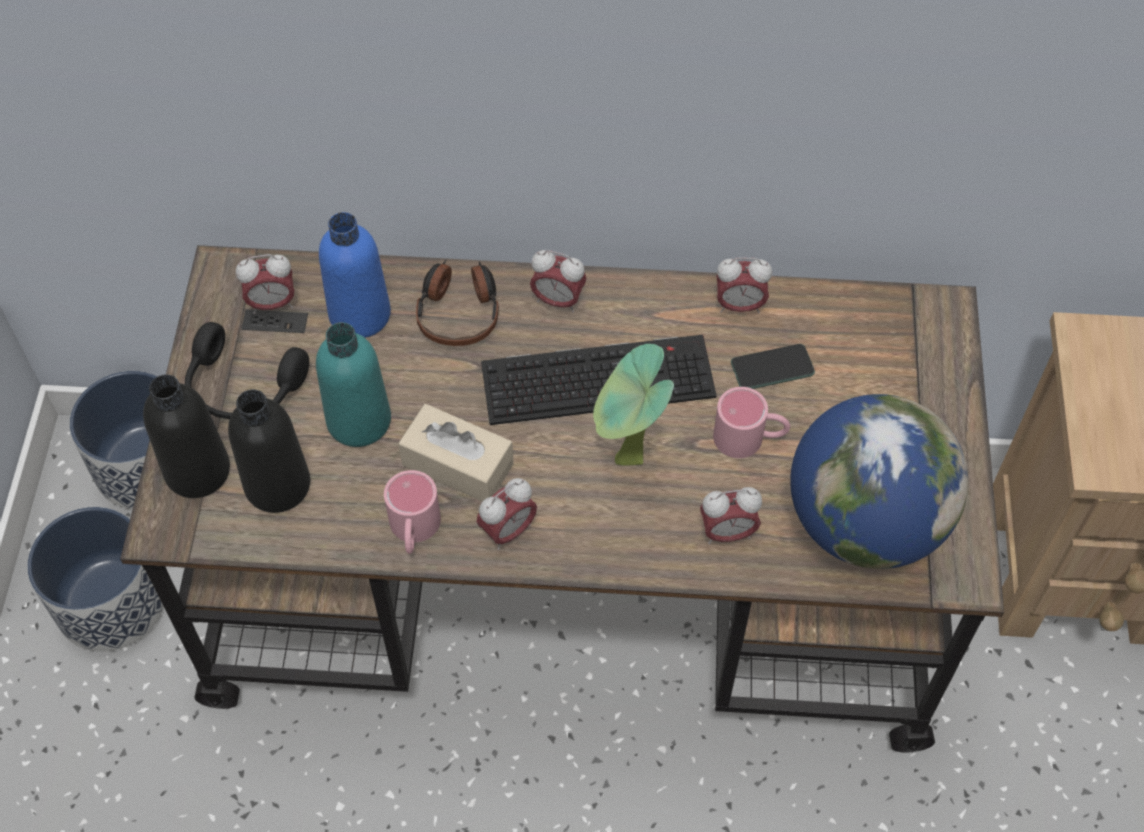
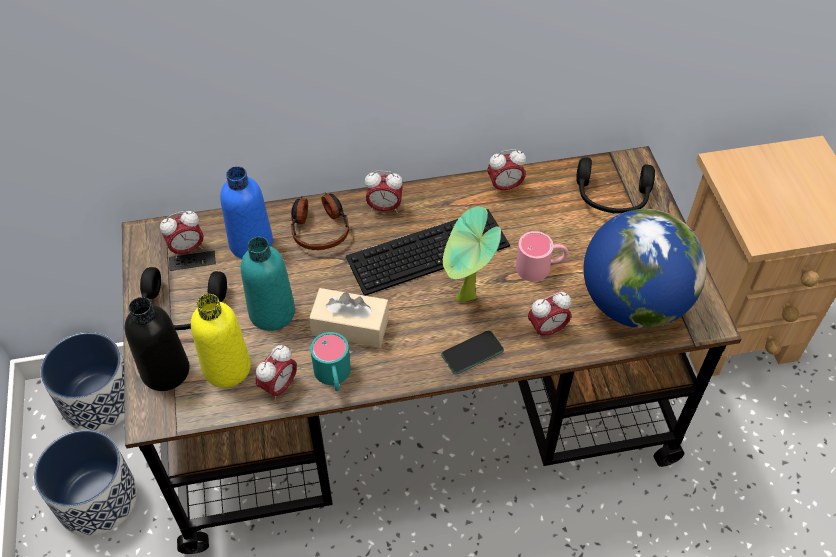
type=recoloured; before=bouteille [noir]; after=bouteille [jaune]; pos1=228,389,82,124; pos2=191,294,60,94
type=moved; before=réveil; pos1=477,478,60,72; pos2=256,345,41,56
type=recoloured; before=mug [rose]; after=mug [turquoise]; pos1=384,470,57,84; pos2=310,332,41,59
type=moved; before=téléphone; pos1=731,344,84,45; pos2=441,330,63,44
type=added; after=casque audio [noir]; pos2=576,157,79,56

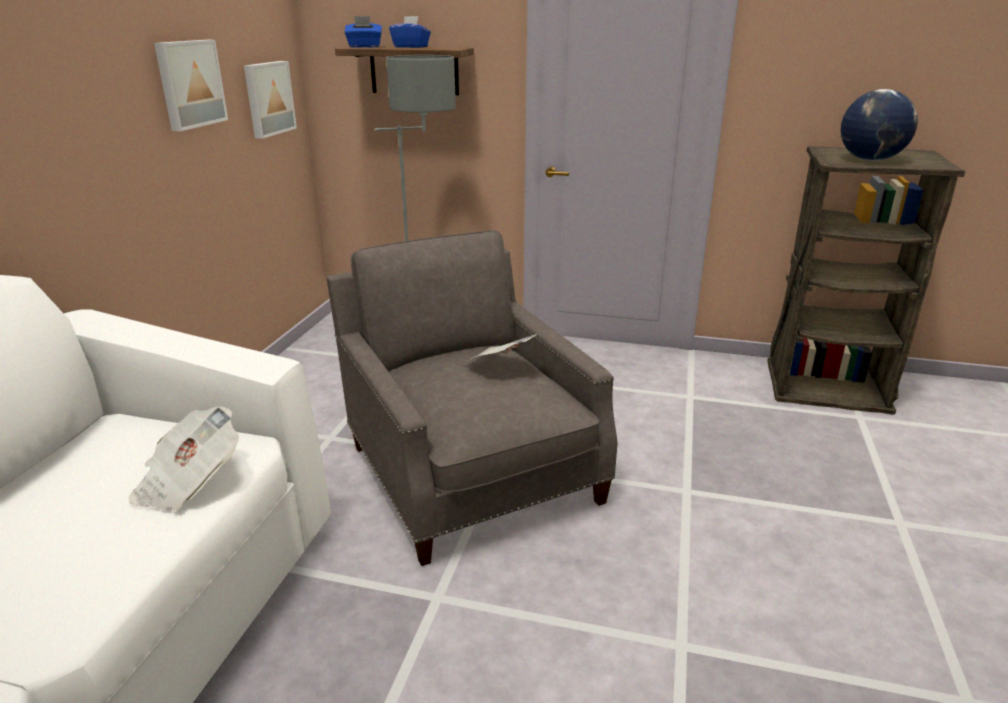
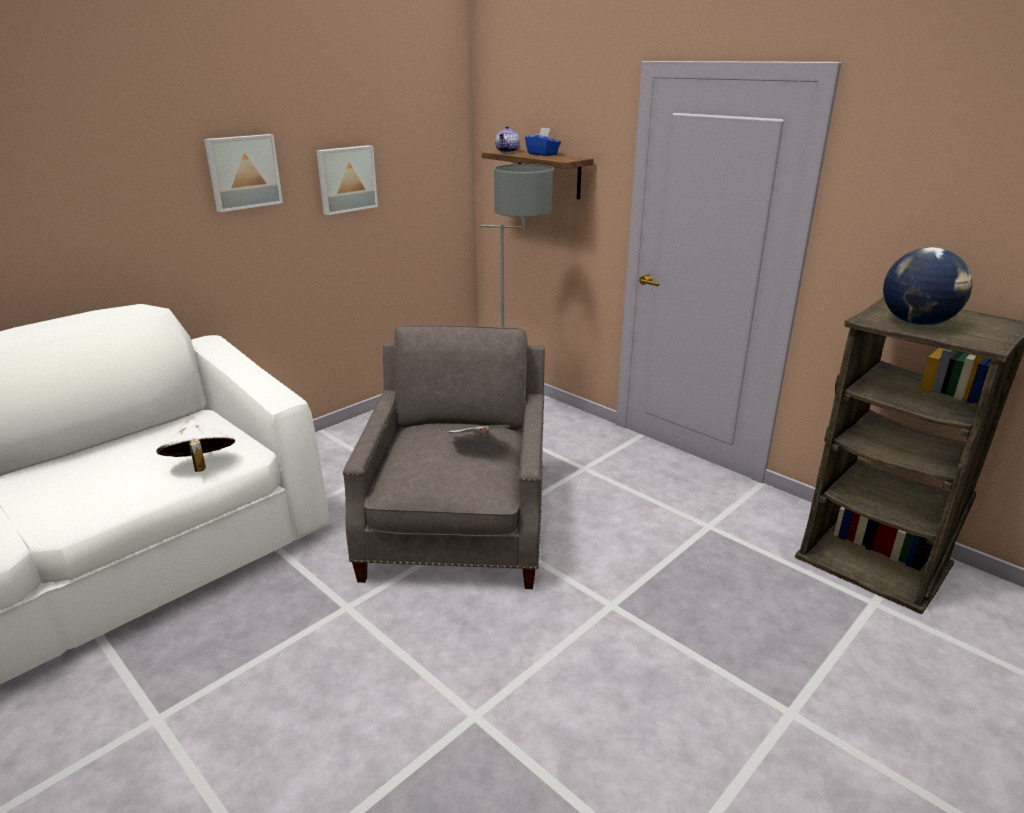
type=replaced; before=journal; after=chapeau [blanc]; pos1=128,406,111,105; pos2=157,419,78,53
type=moved; before=tableau; pos1=244,61,53,78; pos2=204,134,79,78
type=replaced; before=boîte à mouchoirs [bleu]; after=théière; pos1=345,16,37,32; pos2=495,126,25,27

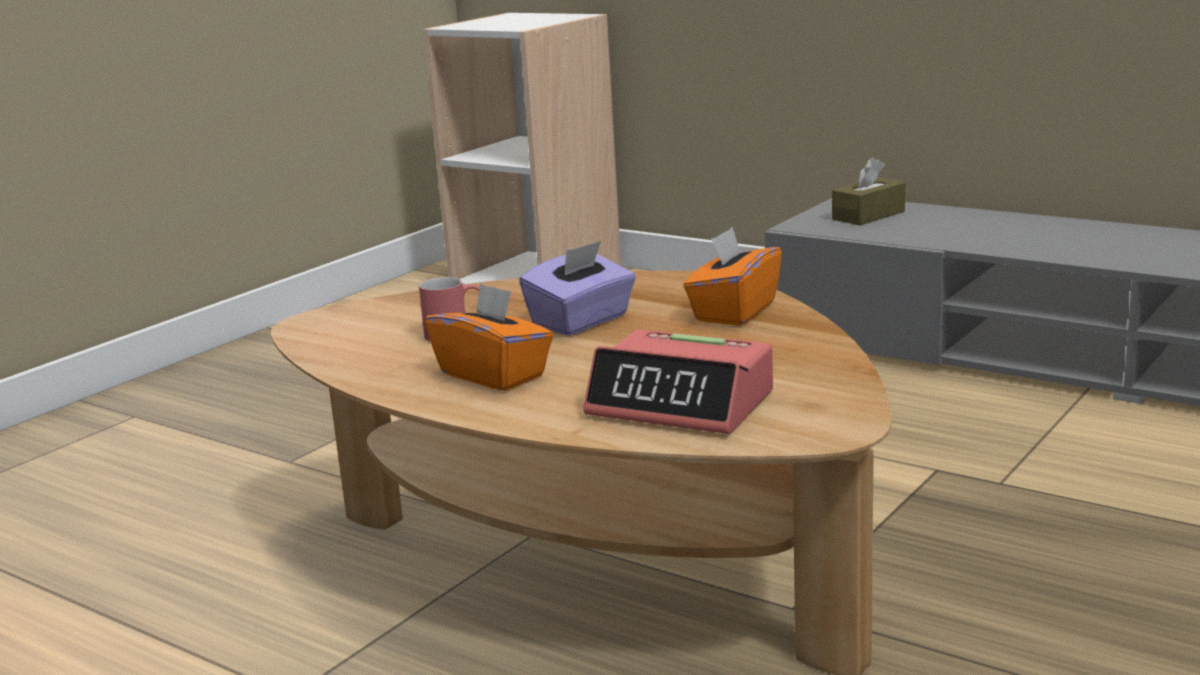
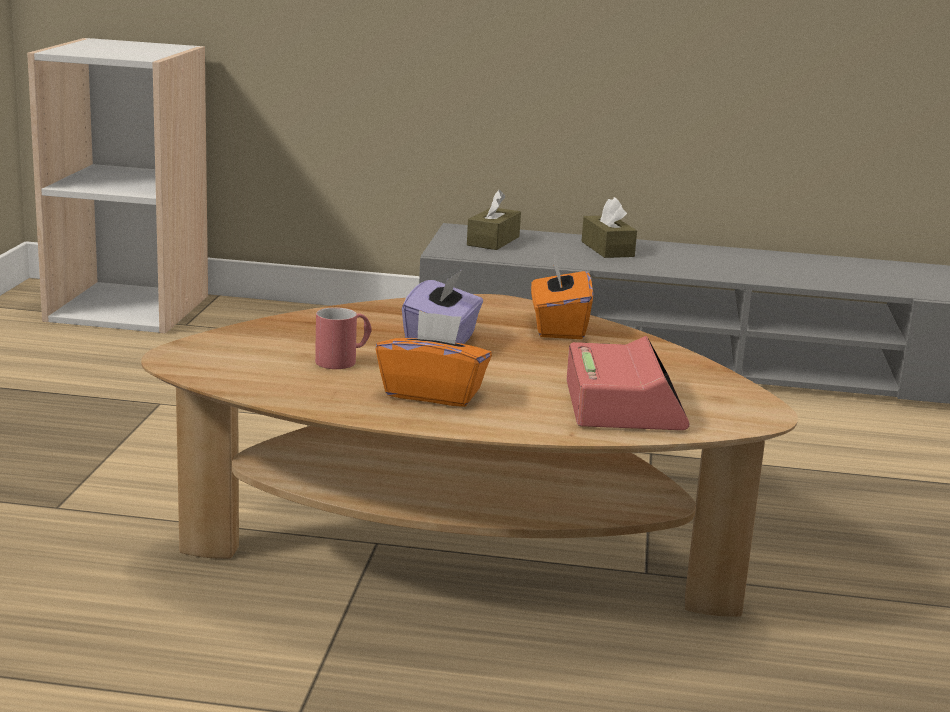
type=turned; before=réveil; pos1=583,329,190,105; pos2=567,336,123,94; turn=-90
type=added; after=boîte à mouchoirs [marron]; pos2=582,197,55,61

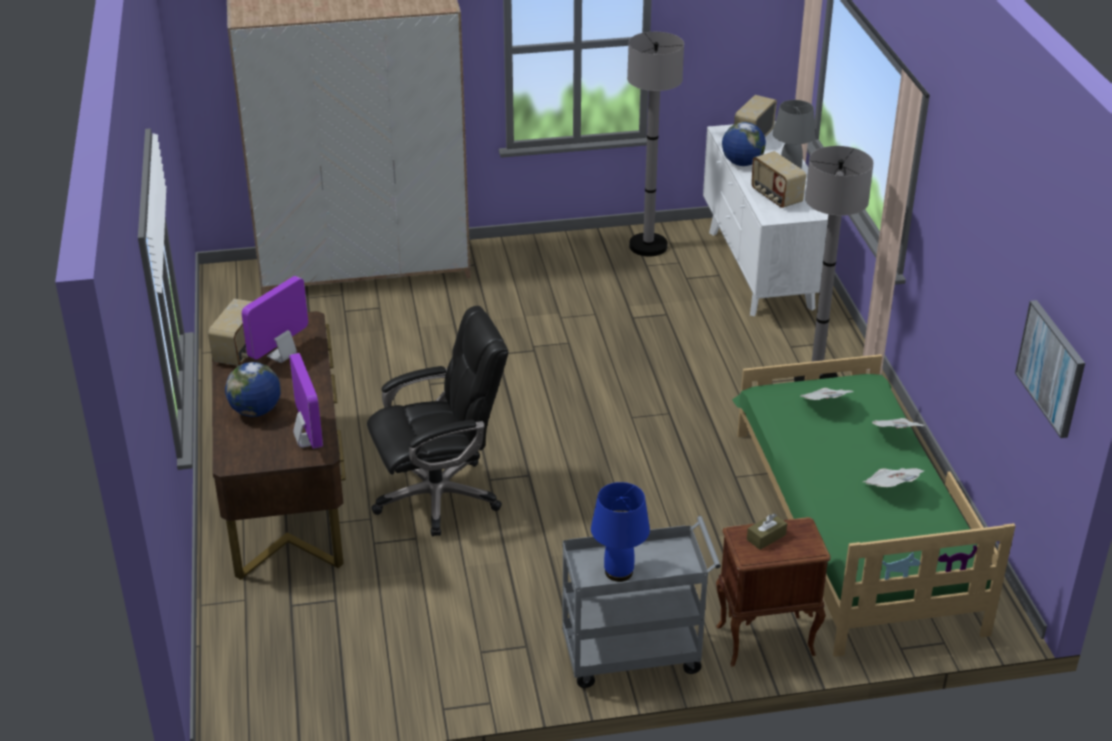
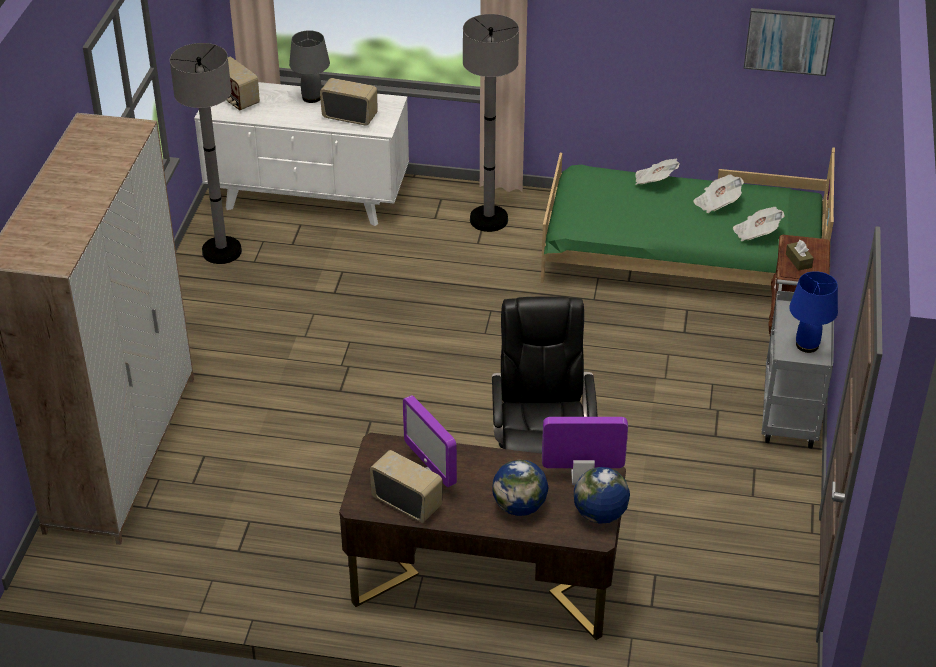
type=turned; before=radio; pos1=751,151,55,57; pos2=320,78,57,48; turn=-150
type=moved; before=globe; pos1=722,122,44,44; pos2=574,467,56,57
type=moved; before=journal; pos1=801,388,52,12; pos2=733,207,52,34

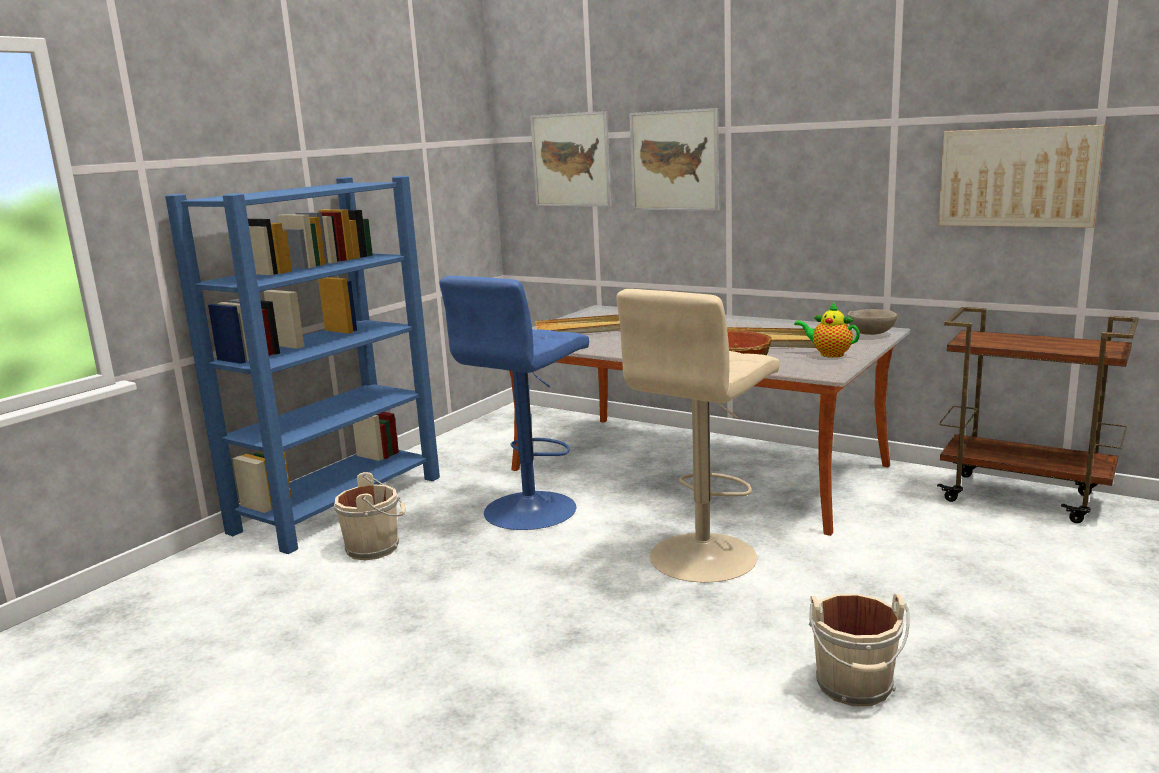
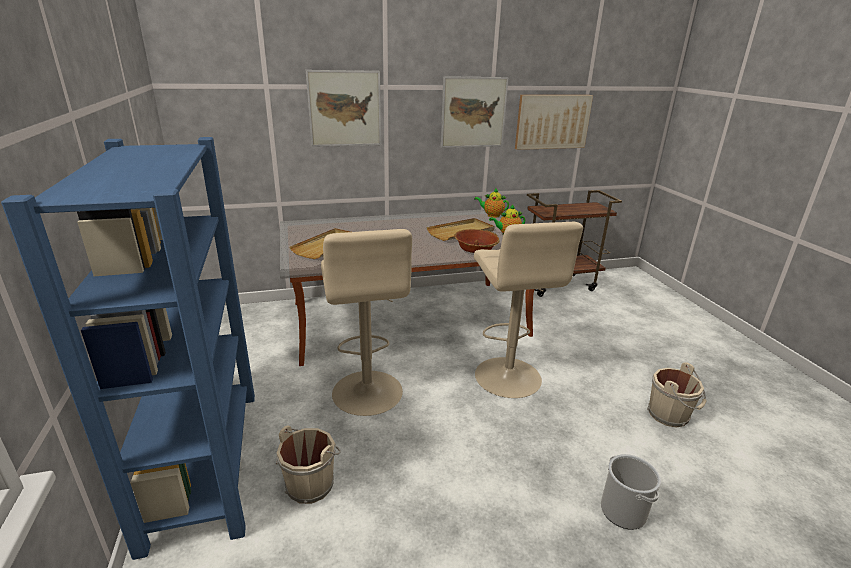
type=recoloured; before=tabouret [bleu]; after=tabouret [beige]; pos1=439,276,150,254; pos2=321,229,91,187
type=moved; before=tableau; pos1=530,111,82,96; pos2=441,76,68,72
type=replaced; before=bol [beige]; after=théière; pos1=847,309,50,26; pos2=474,188,35,30
type=added; after=seau; pos2=601,454,60,76

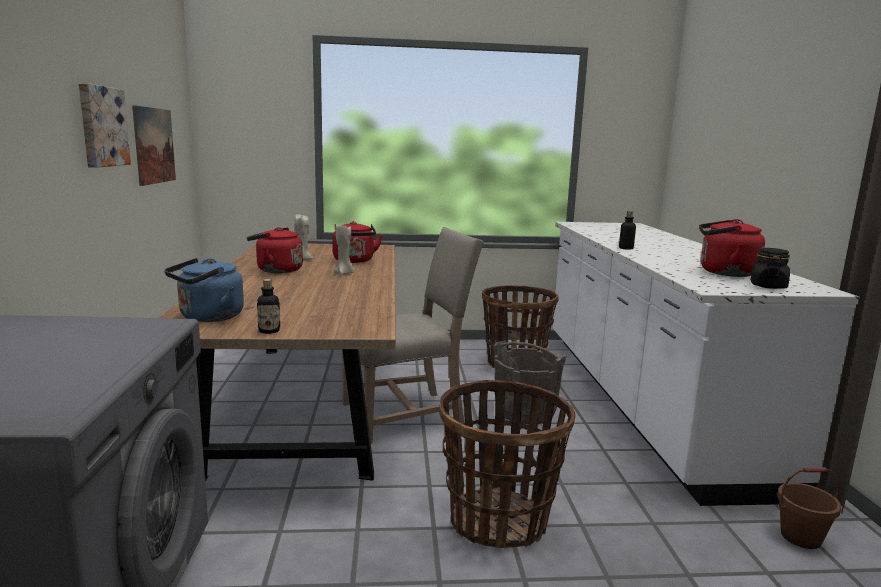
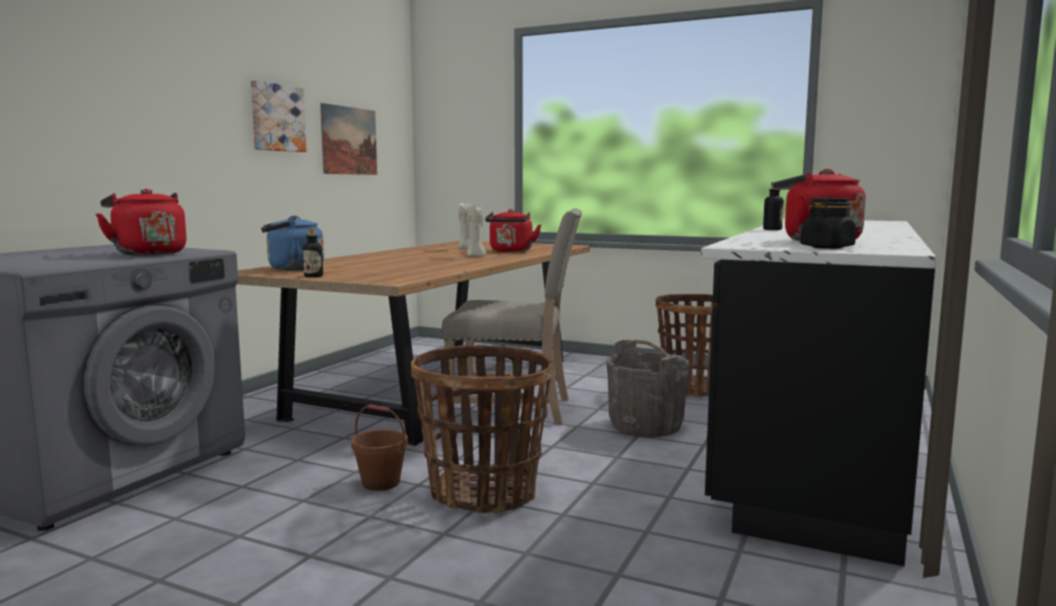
type=moved; before=bouilloire [rouge]; pos1=247,227,56,47; pos2=96,189,91,66
type=moved; before=seau [marron]; pos1=777,468,64,81; pos2=351,404,57,87
type=recoloured; before=comptoir de cuisine [blanc]; after=comptoir de cuisine [noir]; pos1=553,222,306,284; pos2=701,219,235,347

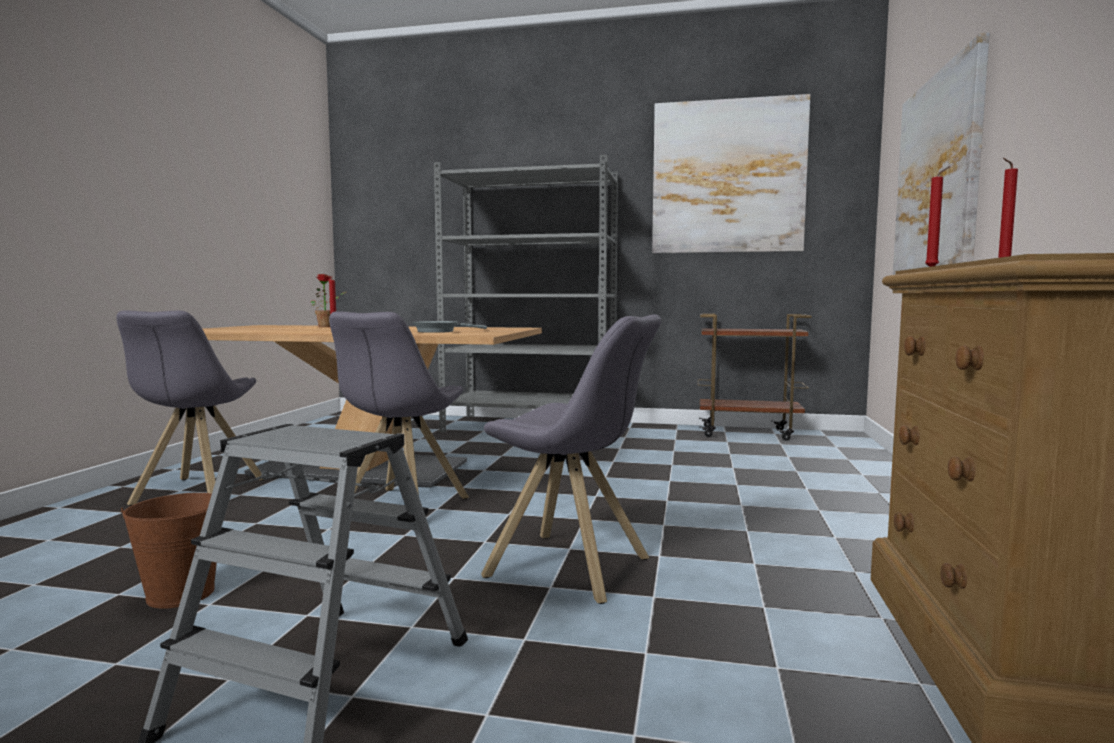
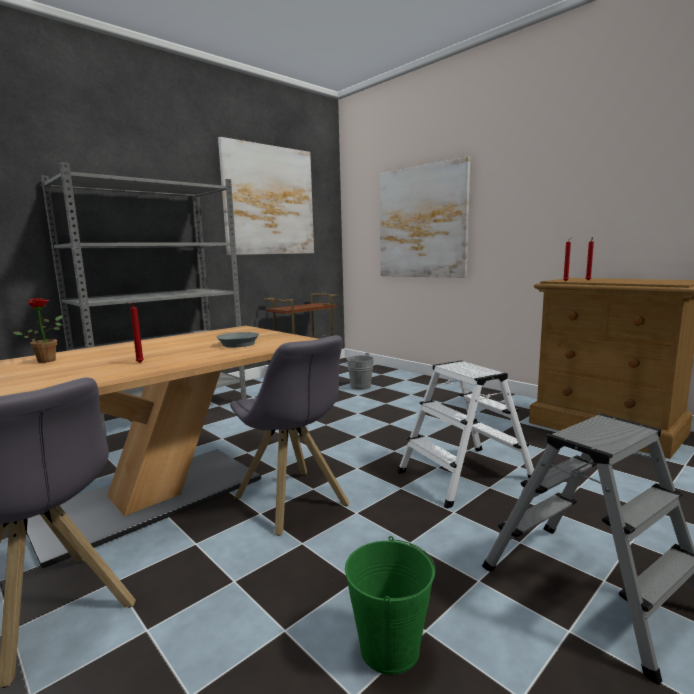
type=added; after=seau [gris]; pos2=342,353,32,37
type=recoloured; before=seau [marron]; after=seau [vert]; pos1=121,493,96,116; pos2=345,536,90,139
type=replaced; before=chaise [gris]; after=escabeau [blanc]; pos1=481,314,180,290; pos2=397,360,137,149

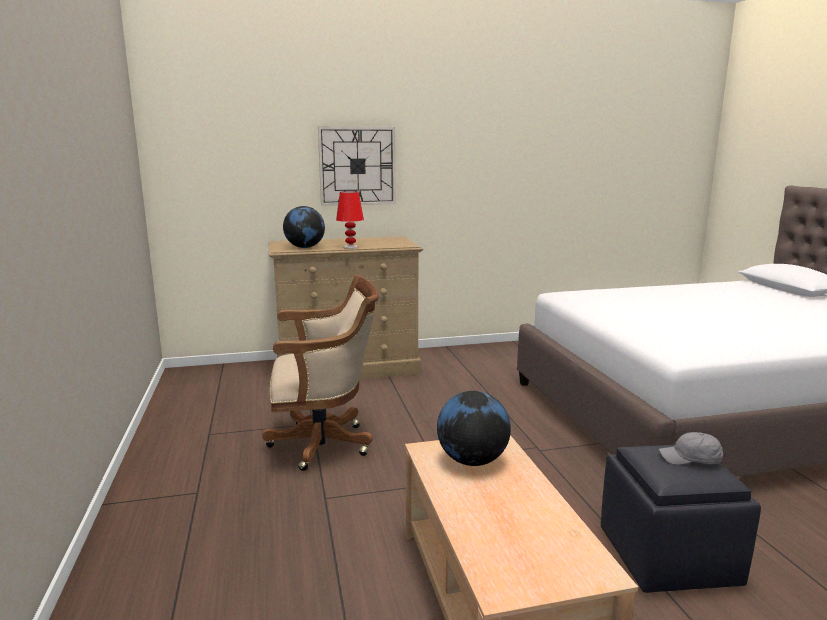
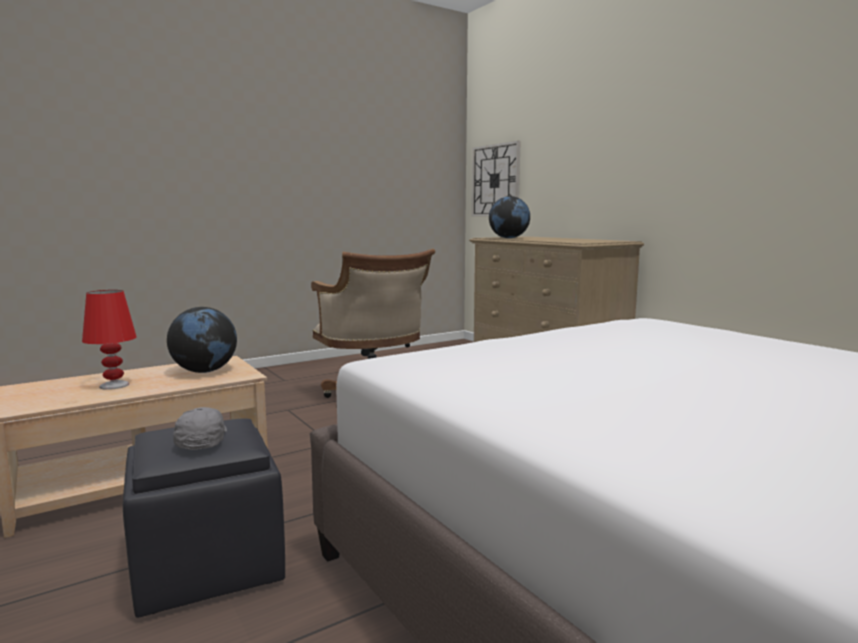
type=moved; before=lampe de table [rouge]; pos1=336,191,28,58; pos2=82,290,55,100
type=moved; before=horloge murale; pos1=318,126,78,80; pos2=471,141,50,76

